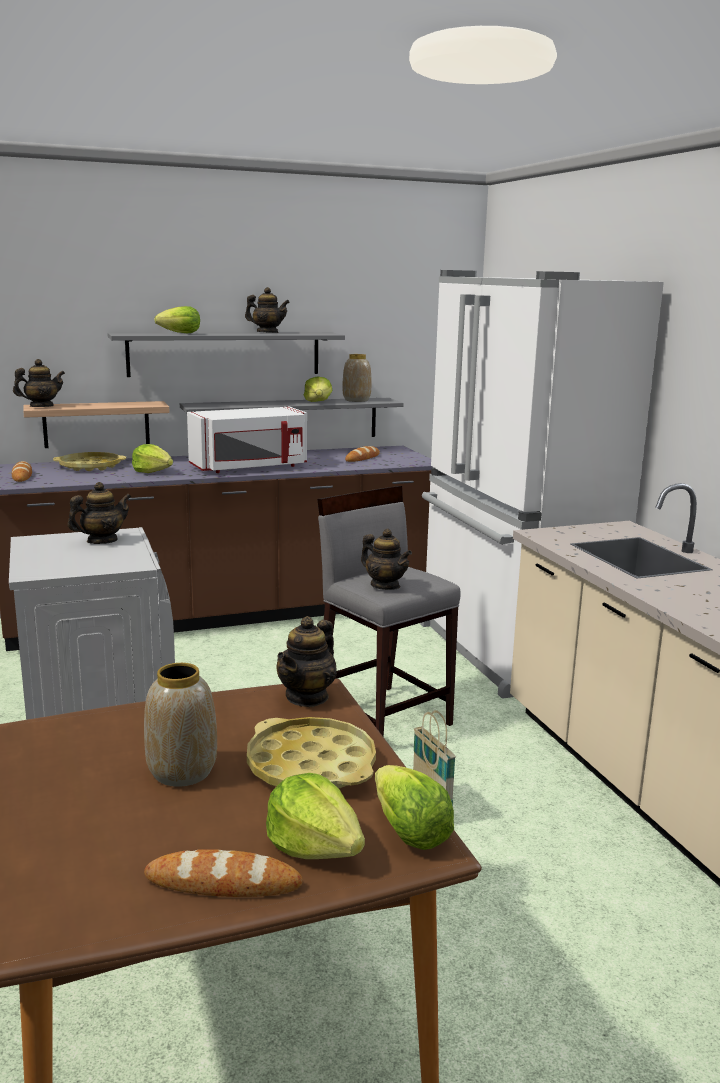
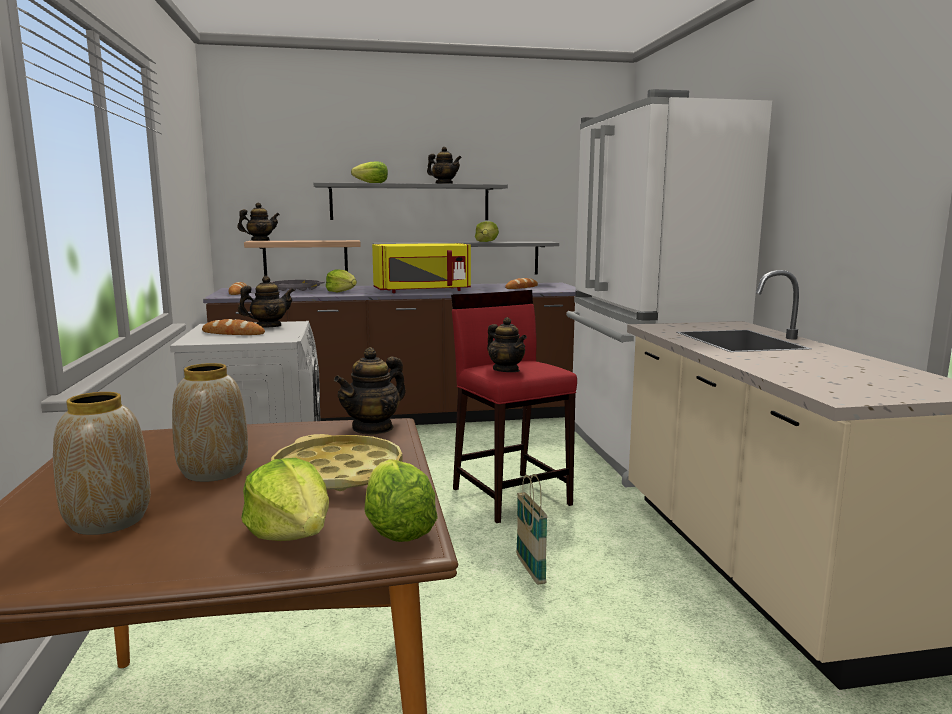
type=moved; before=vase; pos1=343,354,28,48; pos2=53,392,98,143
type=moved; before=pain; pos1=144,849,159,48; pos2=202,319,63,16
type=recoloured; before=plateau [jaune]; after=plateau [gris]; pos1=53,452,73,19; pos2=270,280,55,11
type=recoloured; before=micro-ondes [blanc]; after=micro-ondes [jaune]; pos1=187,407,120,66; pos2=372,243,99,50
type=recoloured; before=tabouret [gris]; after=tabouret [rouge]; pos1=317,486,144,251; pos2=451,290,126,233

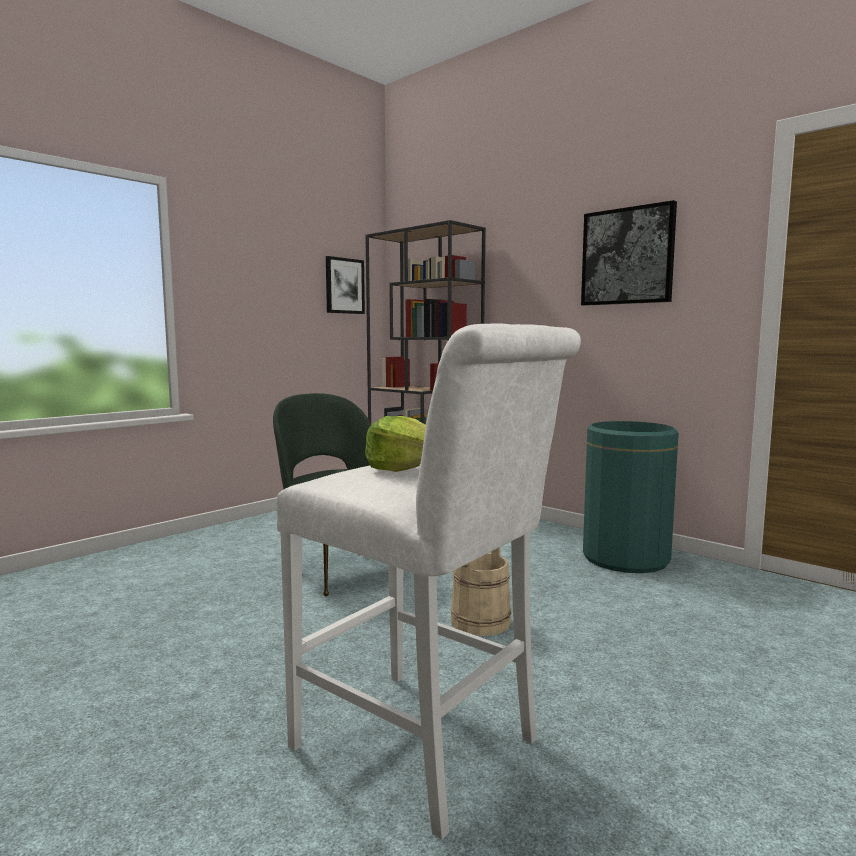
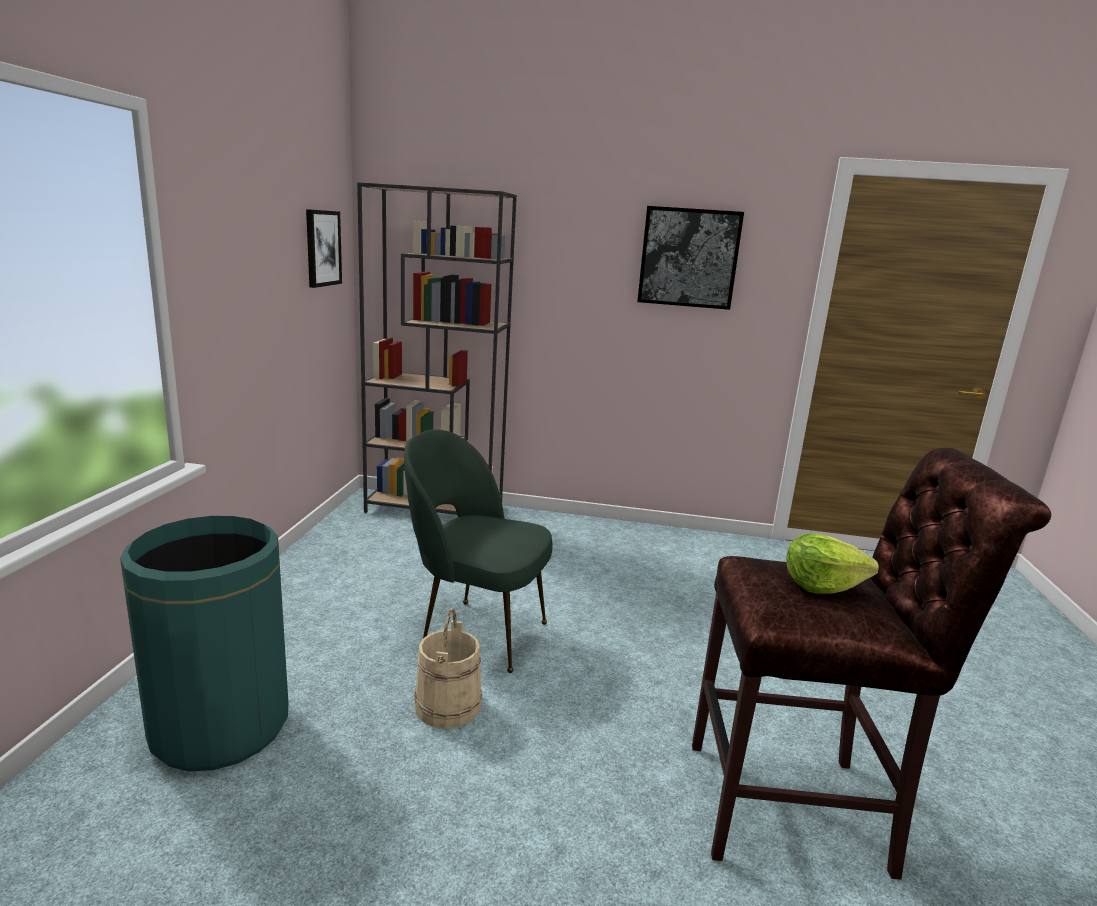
type=moved; before=poubelle [vert]; pos1=583,421,96,152; pos2=120,516,168,255
type=moved; before=seau [beige]; pos1=450,547,61,89; pos2=414,608,68,120
type=recoloured; before=tabouret [blanc]; after=tabouret [marron]; pos1=277,323,304,517; pos2=692,448,359,432

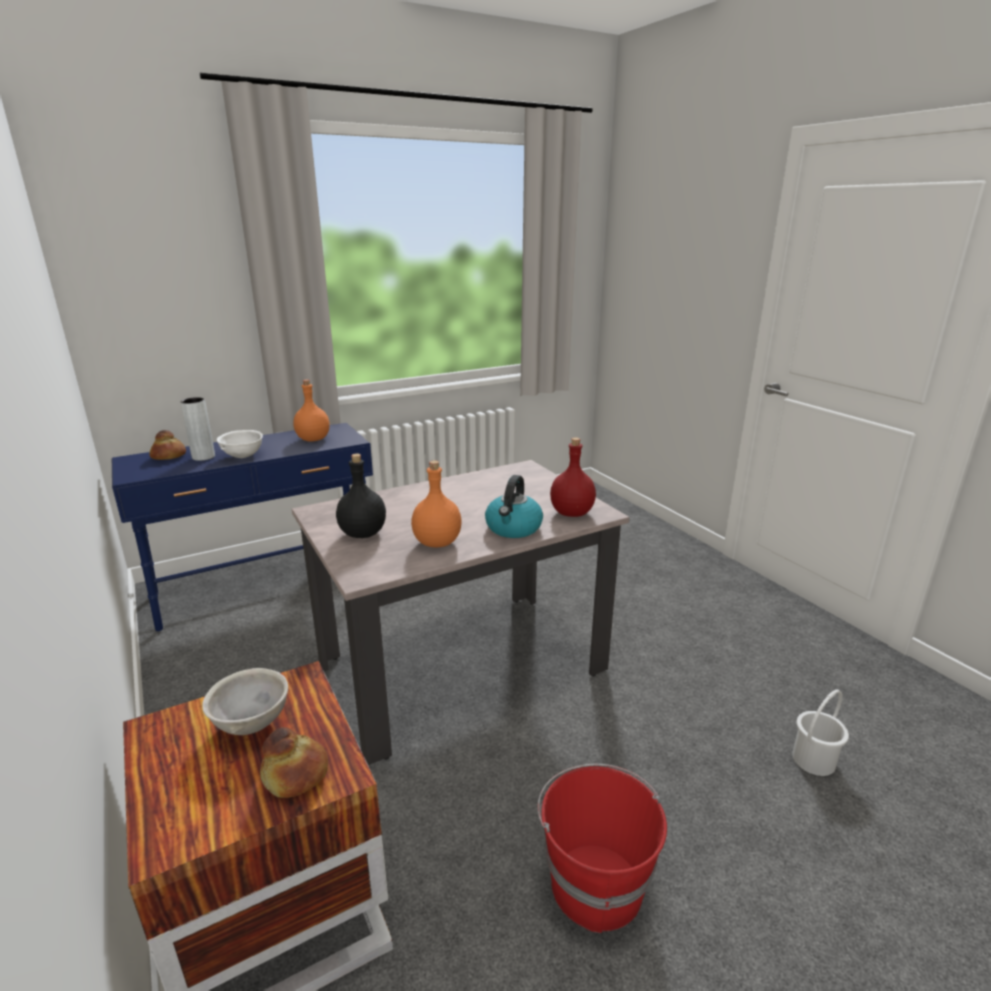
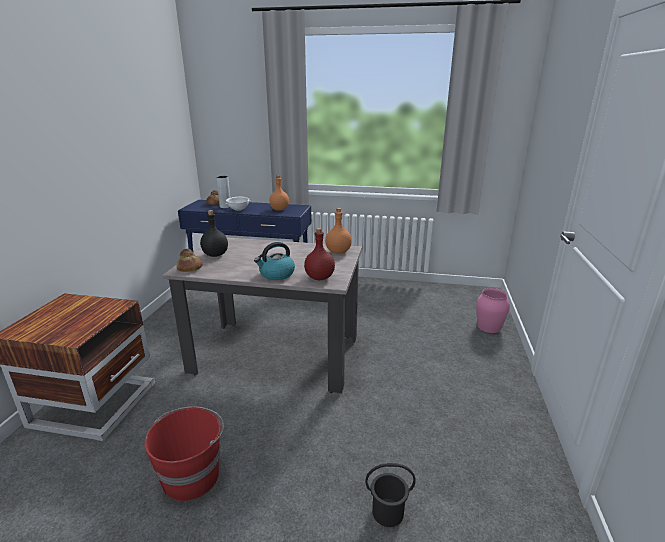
type=moved; before=pain; pos1=260,727,68,71; pos2=176,249,26,23
type=moved; before=bouteille [orange]; pos1=411,460,51,87; pos2=325,208,27,46
type=recoloured; before=seau [blanc]; after=seau [noir]; pos1=792,690,57,86; pos2=365,463,50,64
type=added; after=vase [rose]; pos2=476,288,34,45
type=removed; before=bol [gris]; pos1=202,668,86,67

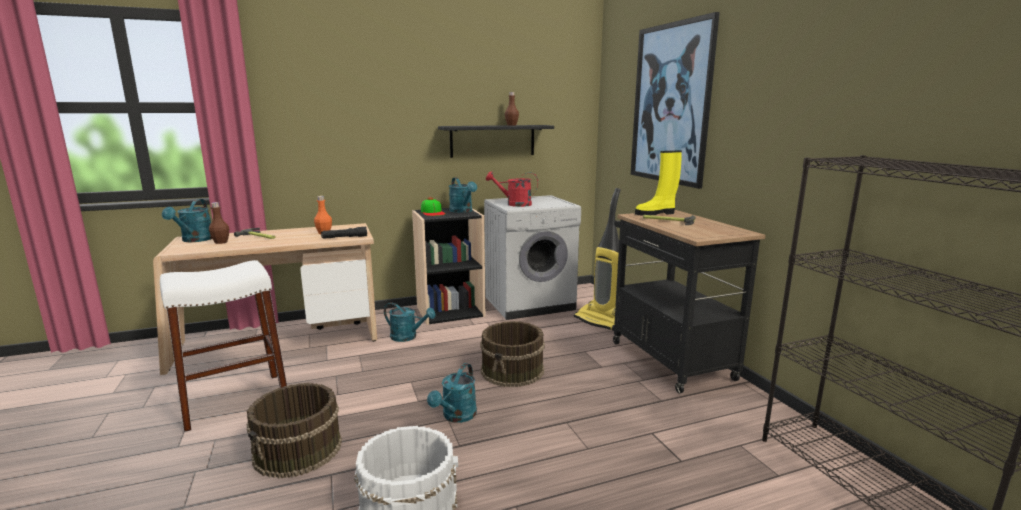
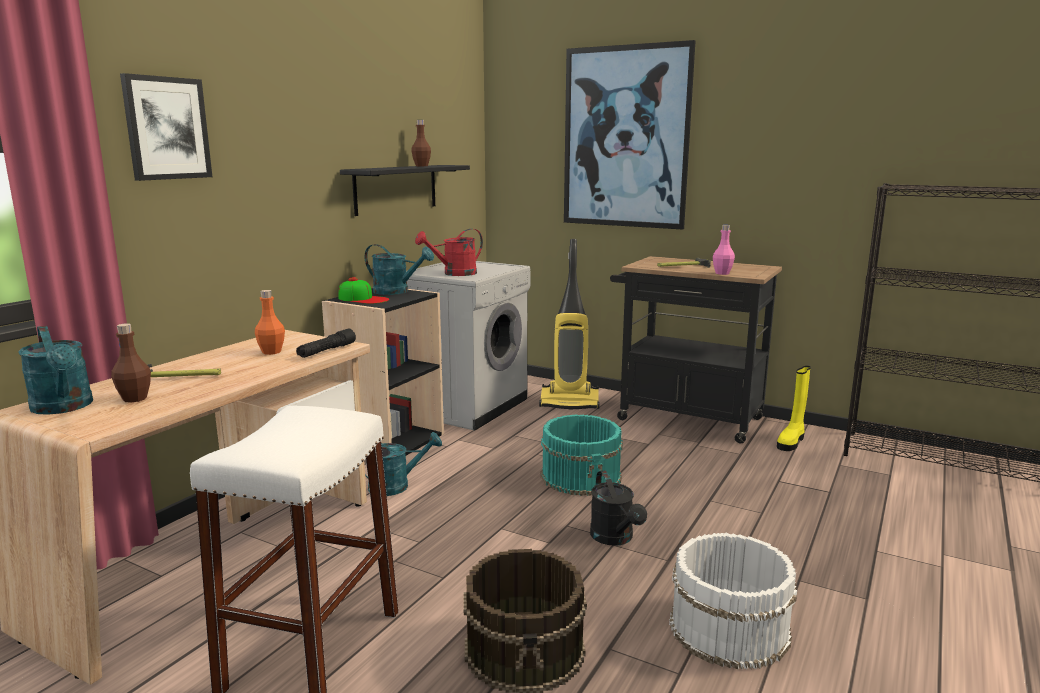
type=added; after=tableau; pos2=120,73,92,108
type=recoloured; before=seau [marron]; after=seau [turquoise]; pos1=480,321,65,66; pos2=541,414,82,82
type=recoloured; before=arrosoir [turquoise]; after=arrosoir [noir]; pos1=427,363,50,60; pos2=590,471,57,75
type=added; after=bouteille [rose]; pos2=713,225,22,50
type=moved; before=botte [jaune]; pos1=635,150,47,65; pos2=777,366,34,85

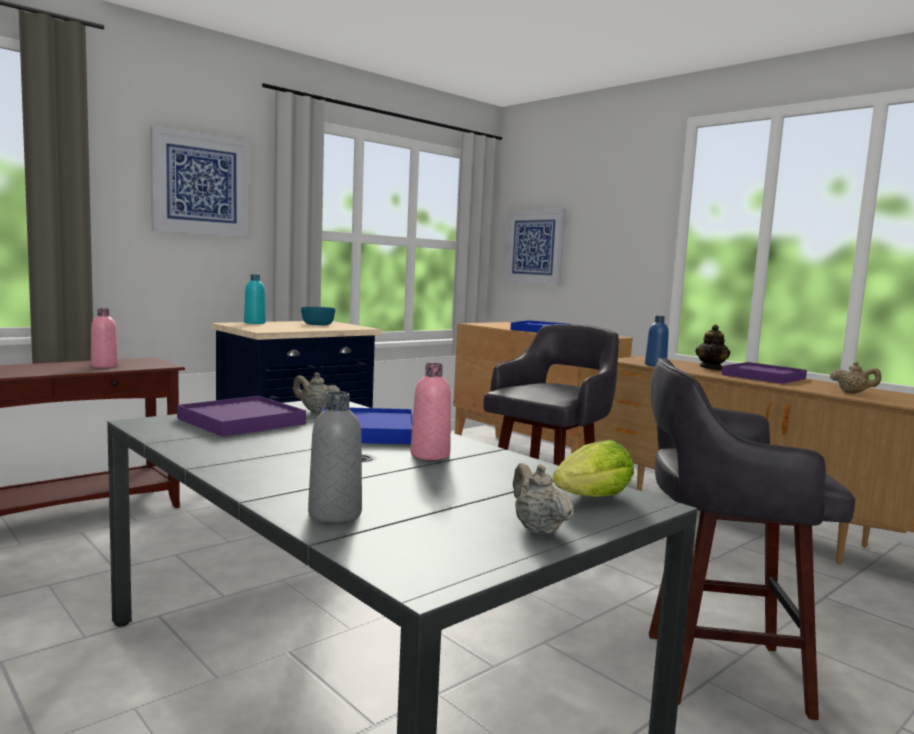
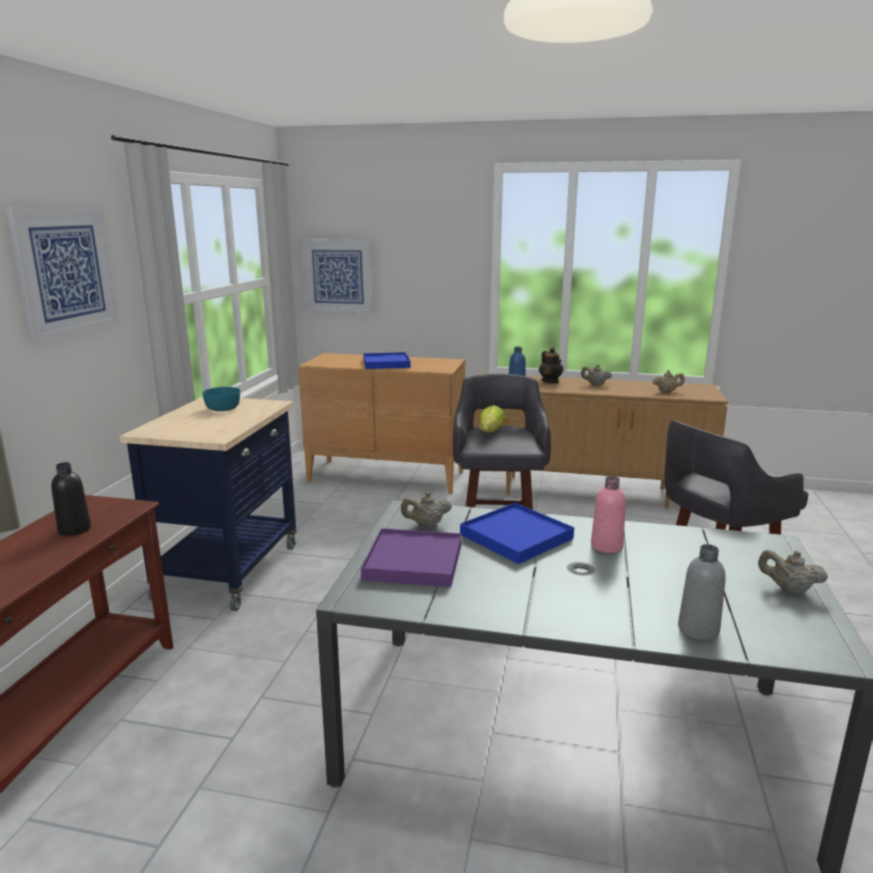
type=recoloured; before=bouteille [rose]; after=bouteille [noir]; pos1=91,308,27,60; pos2=51,462,40,74
type=moved; before=laitue; pos1=553,440,81,57; pos2=479,405,27,27
type=replaced; before=plateau [violet]; after=théière [beige]; pos1=722,362,85,22; pos2=581,364,31,22
type=removed; before=bouteille [turquoise]; pos1=244,274,22,50

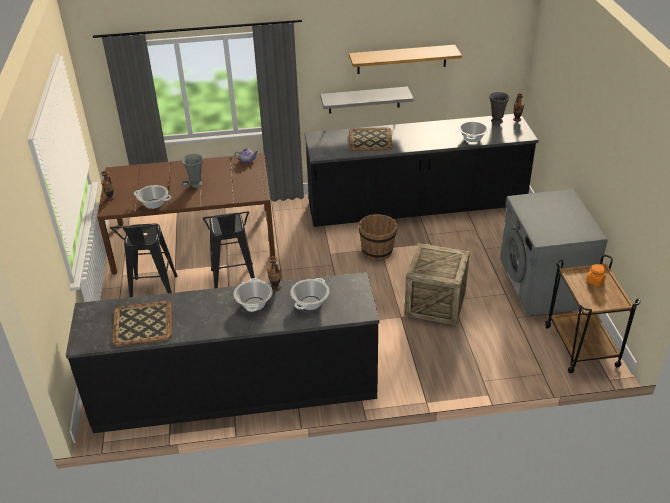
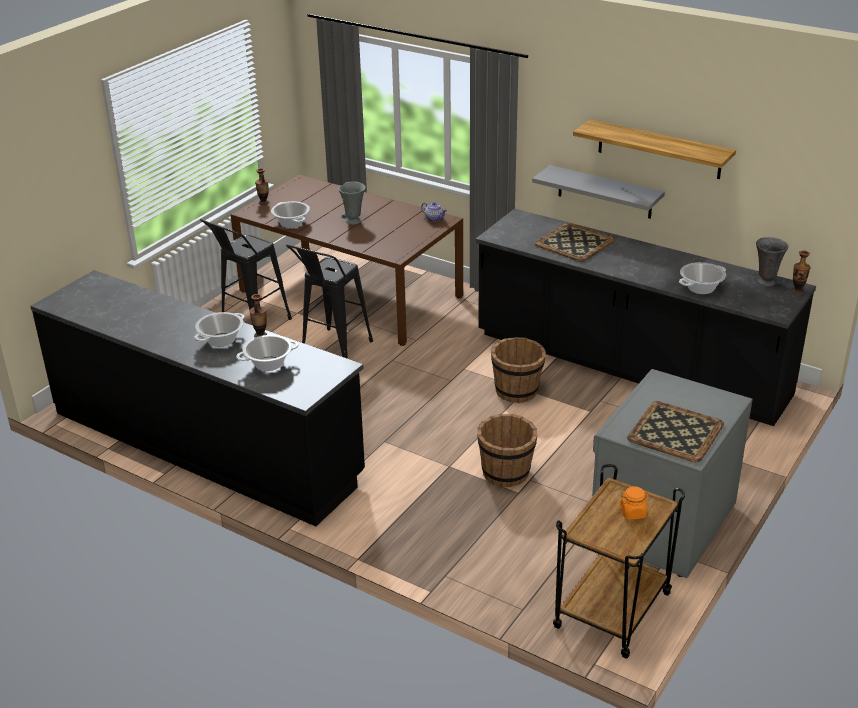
type=replaced; before=caisse; after=seau [marron]; pos1=404,243,66,82; pos2=477,414,60,73
type=moved; before=plateau; pos1=112,301,60,46; pos2=627,401,97,61

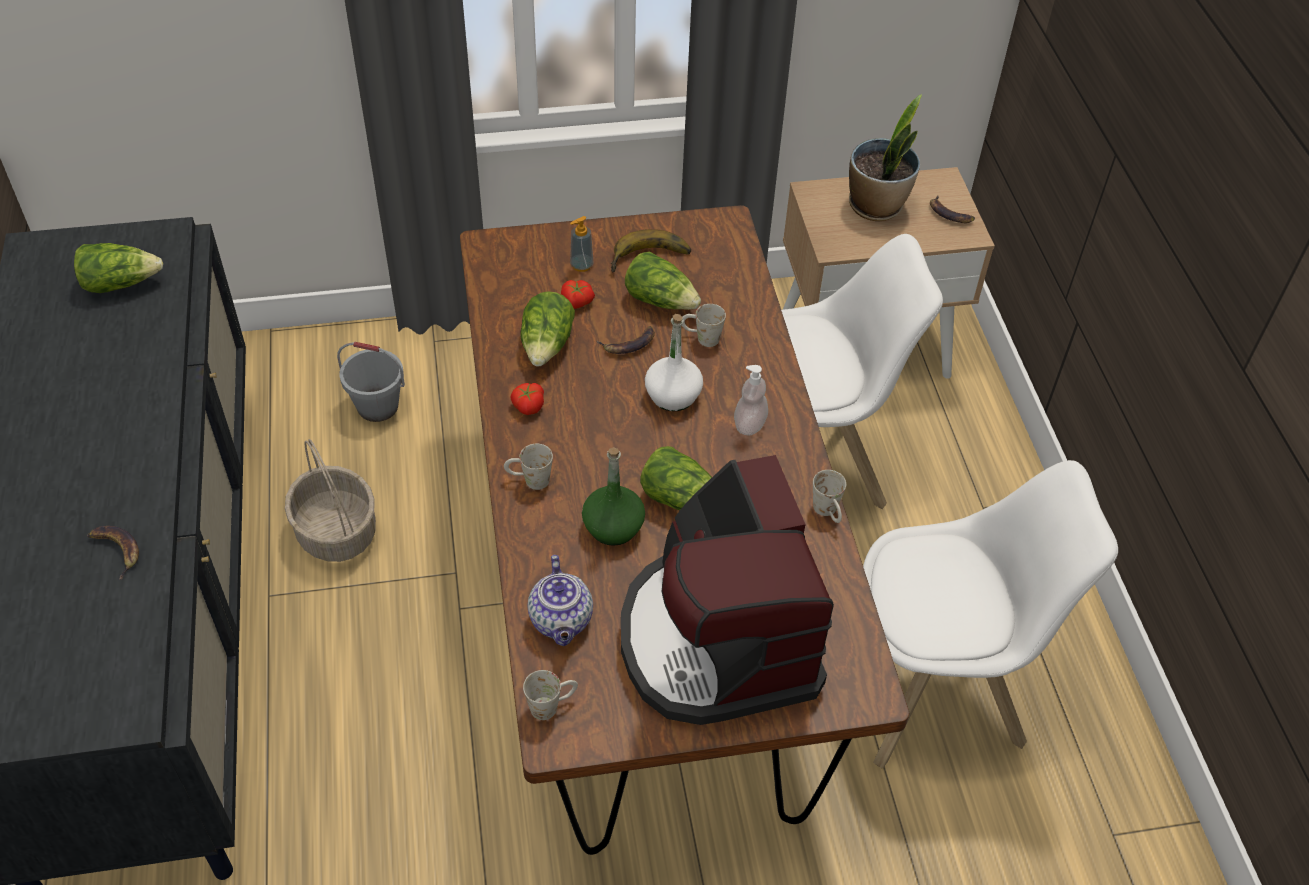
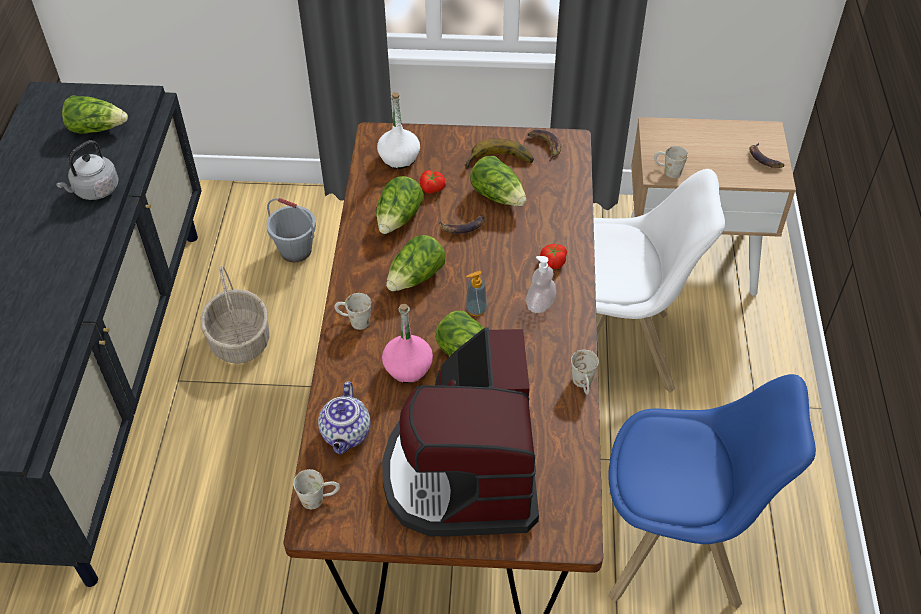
type=added; after=bouilloire [gris]; pos2=56,140,63,60
type=moved; before=bouteille [blanc]; pos1=645,314,58,97; pos2=377,92,43,77
type=recoloured; before=bouteille [vert]; after=bouteille [rose]; pos1=582,447,63,99; pos2=382,304,51,79
type=added; after=laitue; pos2=386,235,60,56
type=moved; before=distributeur de savon; pos1=570,216,23,56; pos2=466,271,21,45
type=moved; before=banane; pos1=87,526,52,54; pos2=527,130,34,32
type=moved; before=tomate; pos1=511,383,33,32; pos2=540,244,27,25
type=recoloured; before=chaise [blanc]; after=chaise [bleu]; pos1=863,460,255,309; pos2=608,374,208,235
type=moved; before=mug [blanc]; pos1=682,304,44,43; pos2=654,146,34,32
type=removed; before=plante en pot; pos1=849,94,73,127

